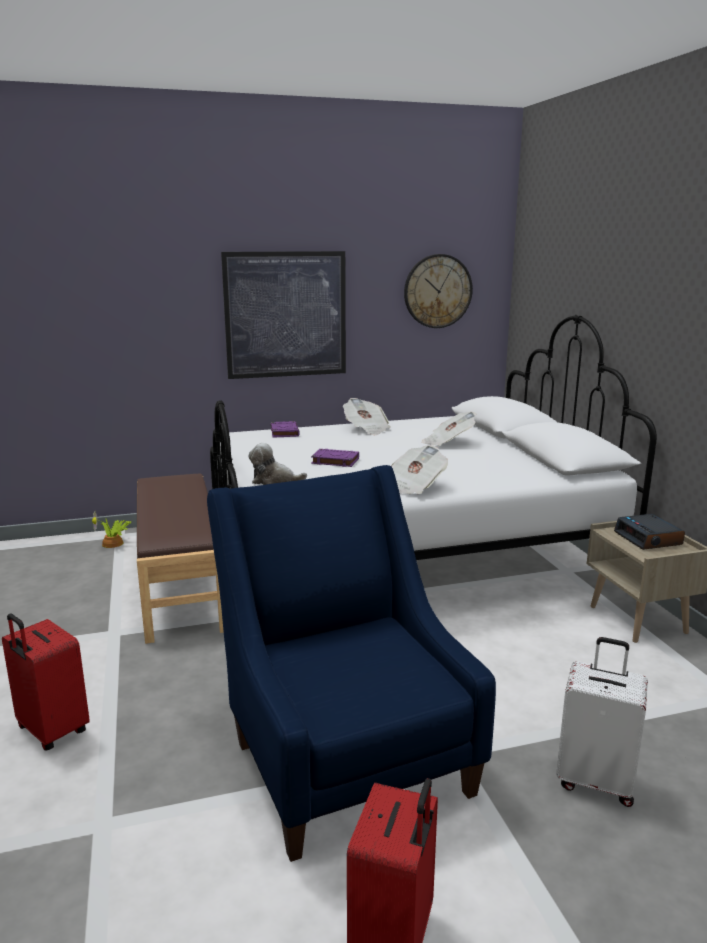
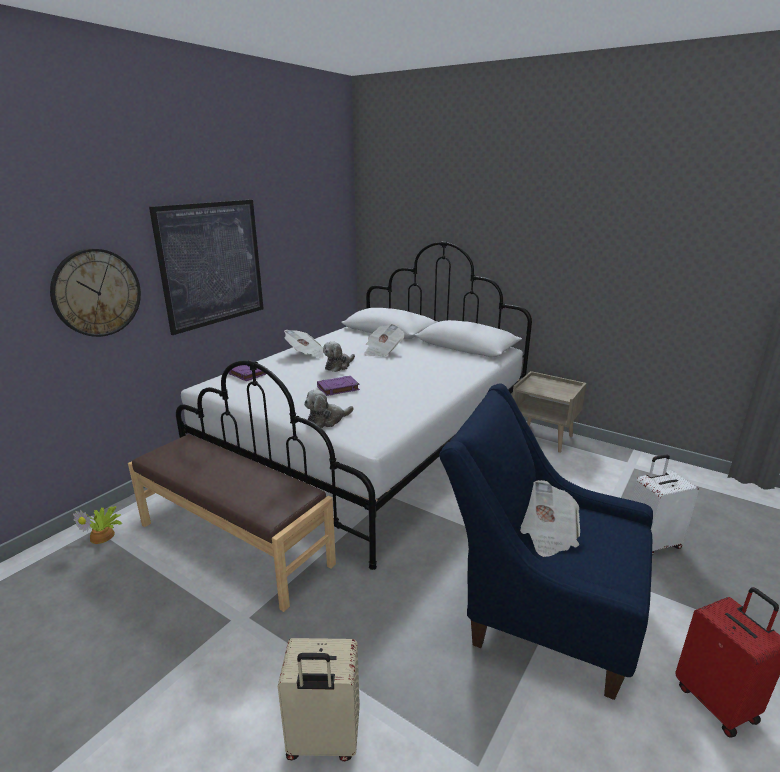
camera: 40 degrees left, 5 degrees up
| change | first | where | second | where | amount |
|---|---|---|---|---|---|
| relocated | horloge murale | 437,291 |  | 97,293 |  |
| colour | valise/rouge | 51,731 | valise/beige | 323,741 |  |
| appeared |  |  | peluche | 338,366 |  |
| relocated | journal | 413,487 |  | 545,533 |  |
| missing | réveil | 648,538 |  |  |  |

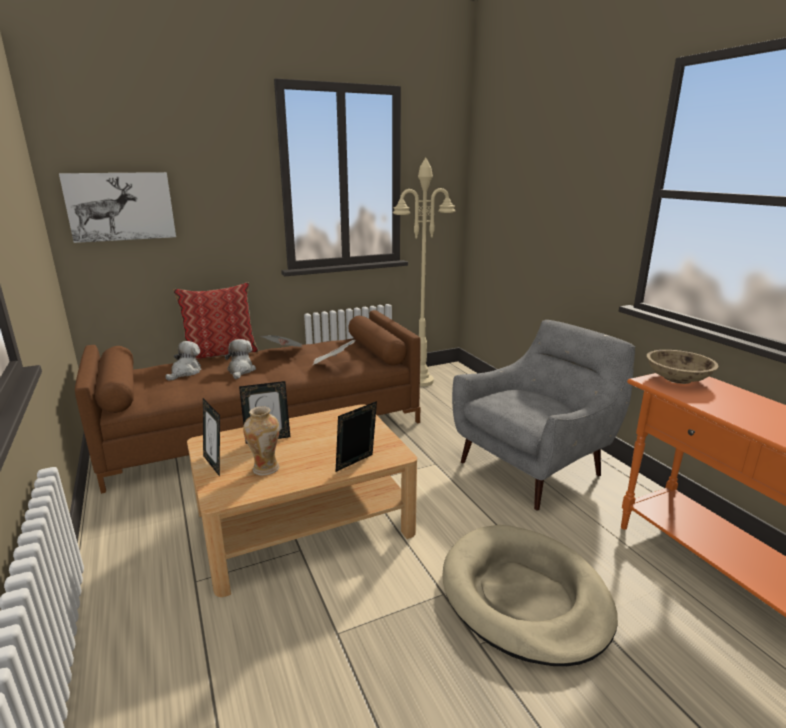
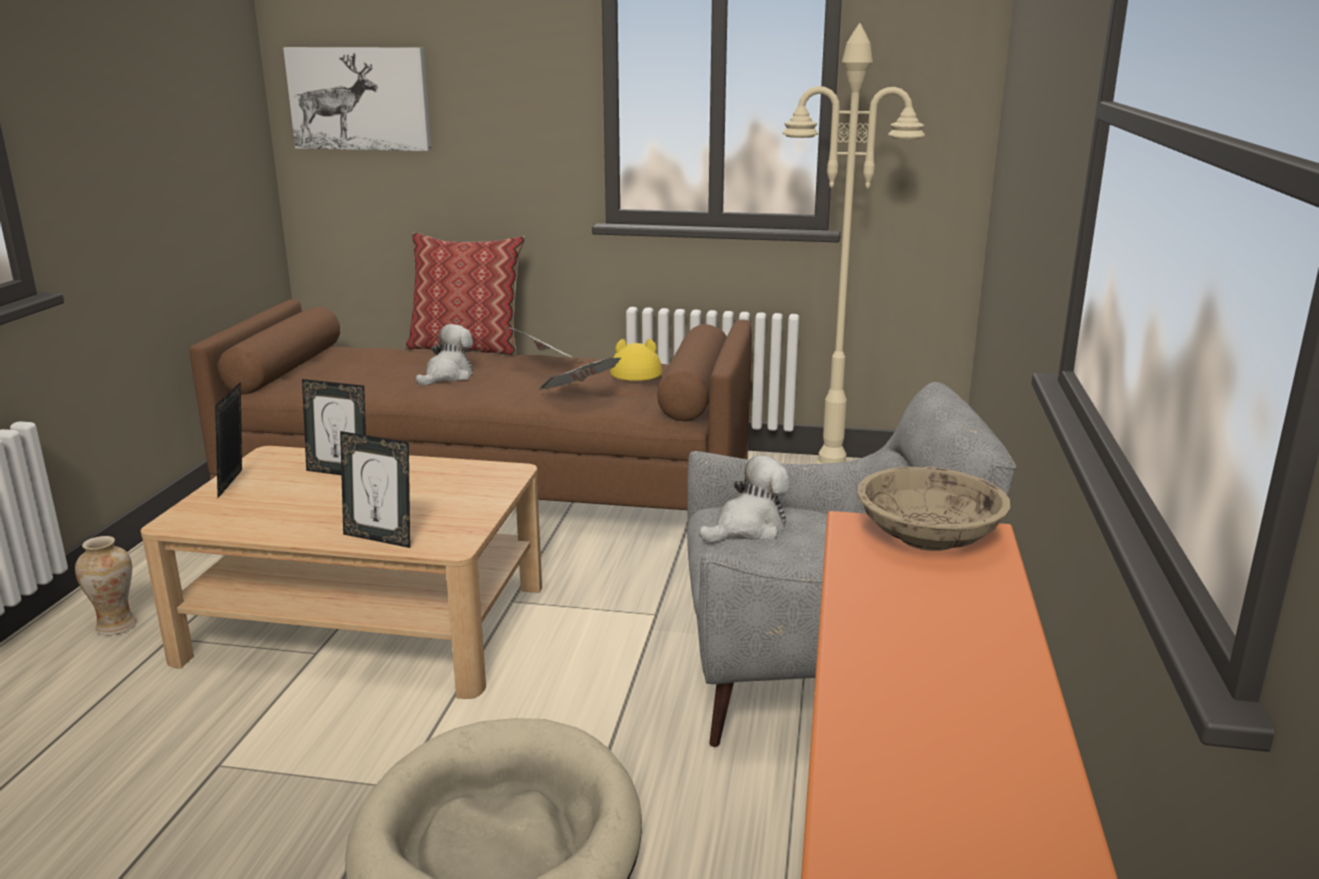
camera: 35 degrees right, 0 degrees up
| change | first | where | second | where | amount |
|---|---|---|---|---|---|
| relocated | vase | 265,468 |  | 116,626 |  |
| spun | cadre photo | 357,464 |  | 380,538 | 150 degrees counterclockwise |
| appeared |  |  | chapeau/jaune | 635,371 |  |
| relocated | peluche | 185,372 |  | 748,528 |  |

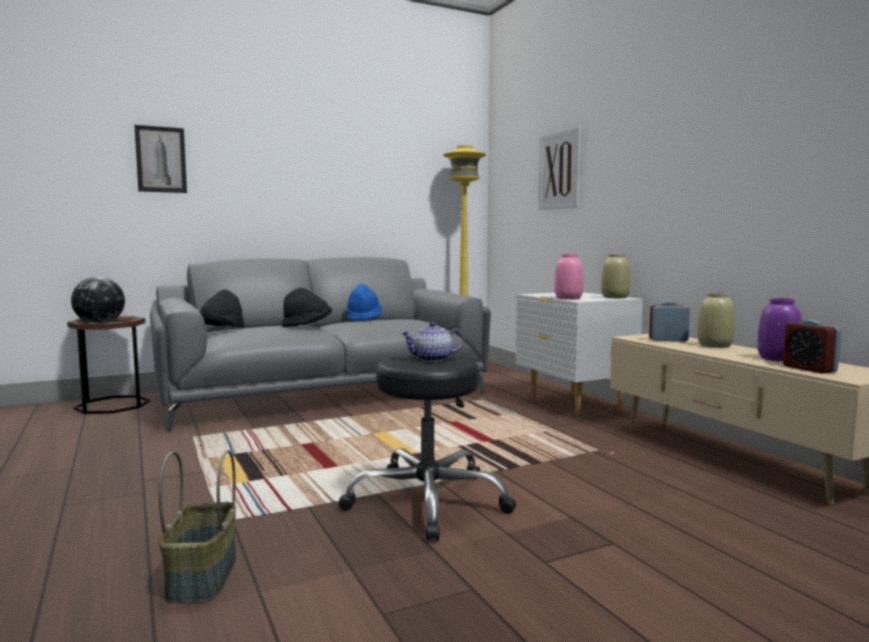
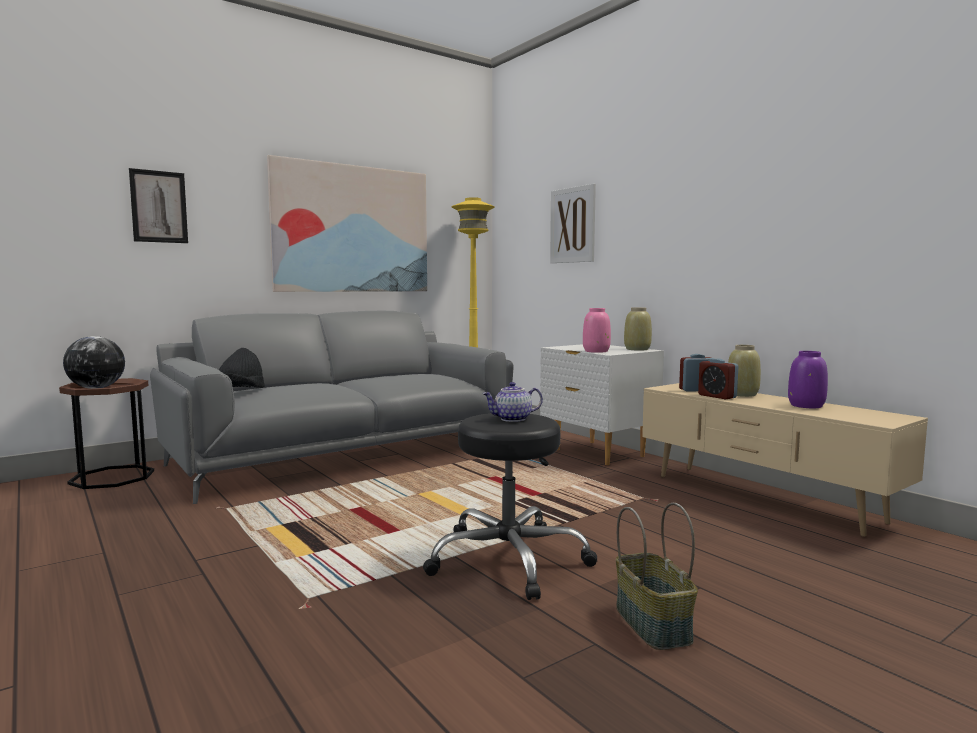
camera: 10 degrees left, 0 degrees up
| change | first | where | second | where | amount |
|---|---|---|---|---|---|
| appeared |  |  | tableau | 352,229 |  |
| relocated | panier | 203,576 |  | 654,624 |  |
| relocated | réveil | 809,369 |  | 717,396 |  |
| missing | chapeau/noir | 307,326 |  |  |  |
| missing | chapeau/bleu | 364,318 |  |  |  |

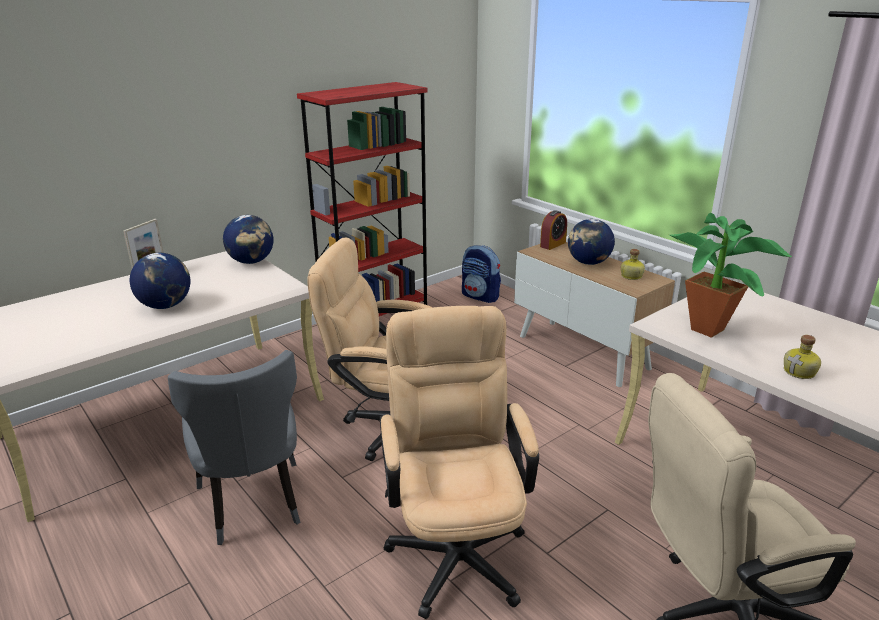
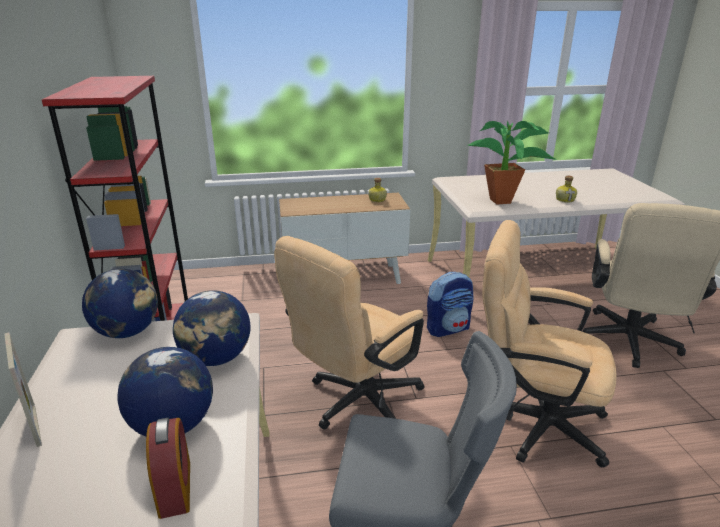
camera: 60 degrees left, 0 degrees up
| change | first | where | second | where | amount |
|---|---|---|---|---|---|
| relocated | réveil | 553,244 |  | 175,488 |  |
| relocated | globe | 588,263 |  | 216,358 |  |
| relocated | sac à dos | 480,296 |  | 448,328 |  |

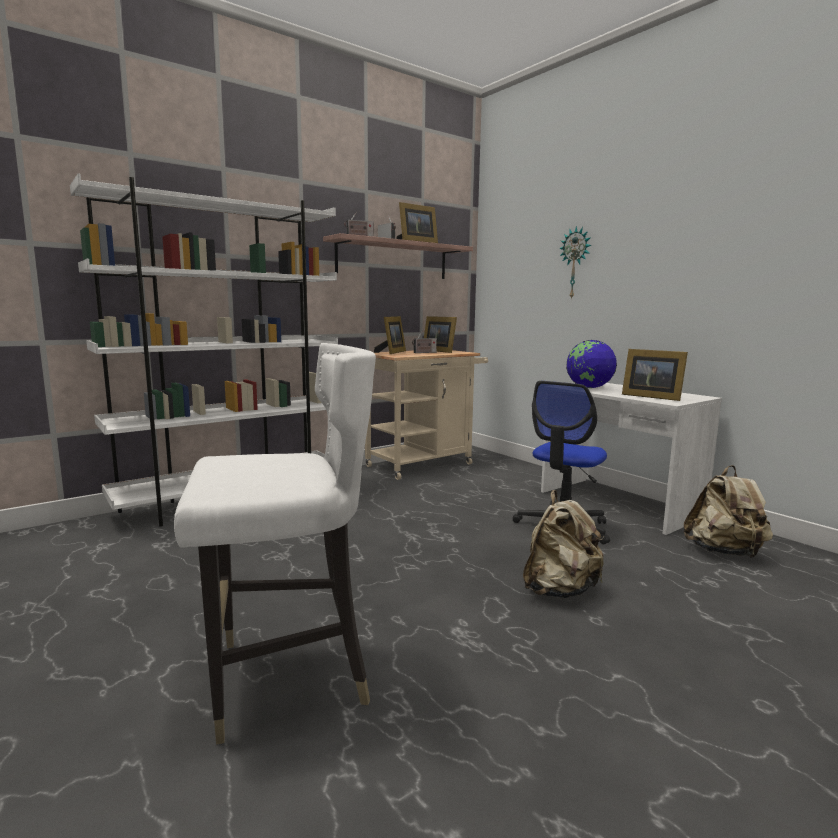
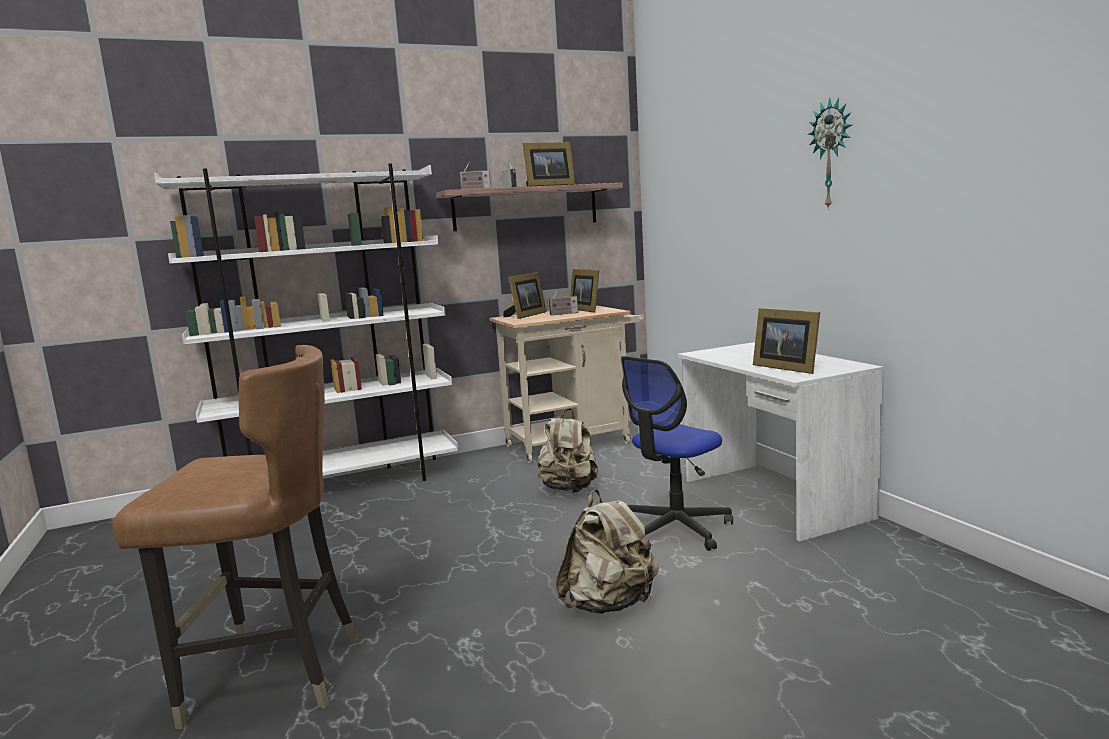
camera: 15 degrees right, 0 degrees up
| change | first | where | second | where | amount |
|---|---|---|---|---|---|
| colour | chaise/blanc | 287,679 | chaise/marron | 272,676 |  |
| relocated | sac à dos/beige | 724,552 |  | 569,489 |  |
| relocated | horloge murale | 575,263 |  | 832,154 |  |
| missing | globe | 589,388 |  |  |  |

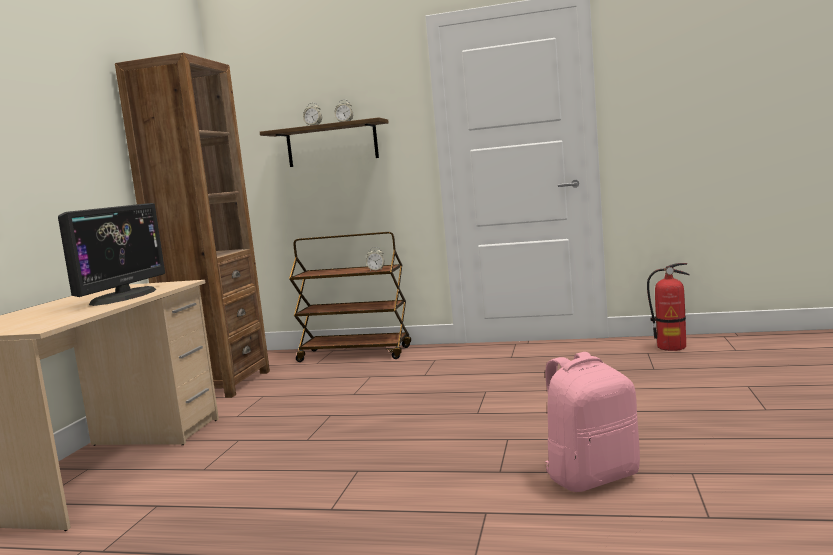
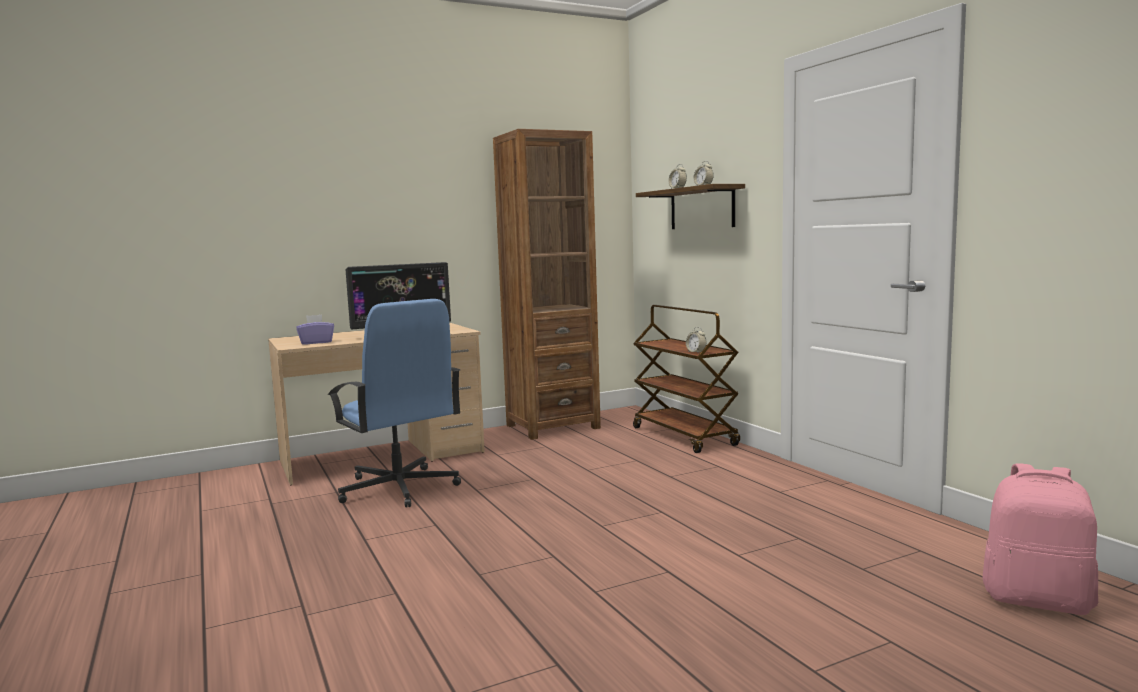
camera: 50 degrees right, 0 degrees up
| change | first | where | second | where | amount |
|---|---|---|---|---|---|
| appeared |  |  | boîte à mouchoirs/violet | 316,342 |  |
| appeared |  |  | chaise de bureau/bleu | 398,489 |  |
| relocated | sac à dos/rose | 592,477 |  | 1037,600 |  |
| missing | extincteur | 671,347 |  |  |  |

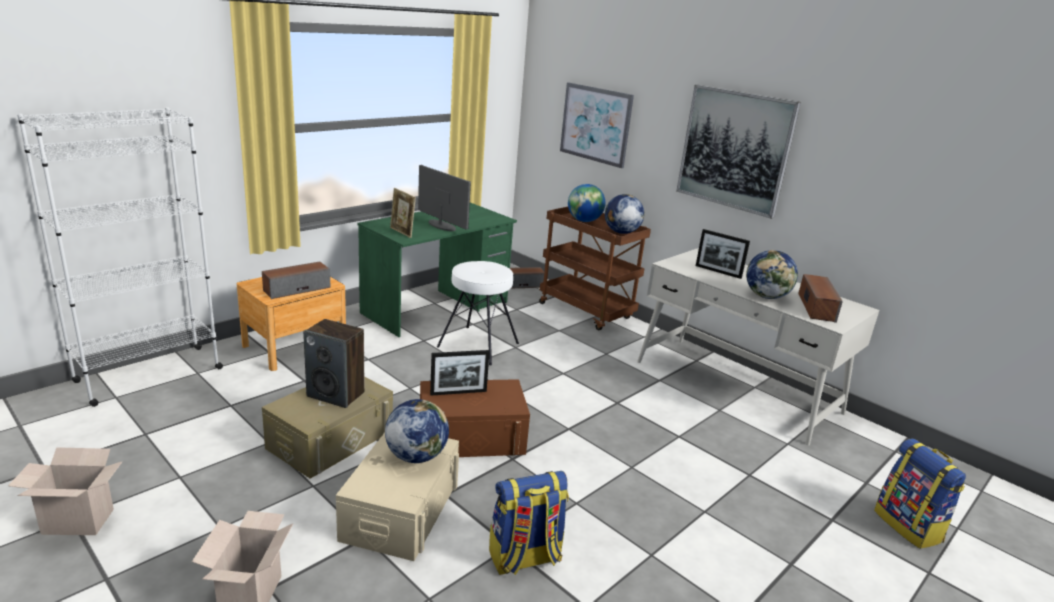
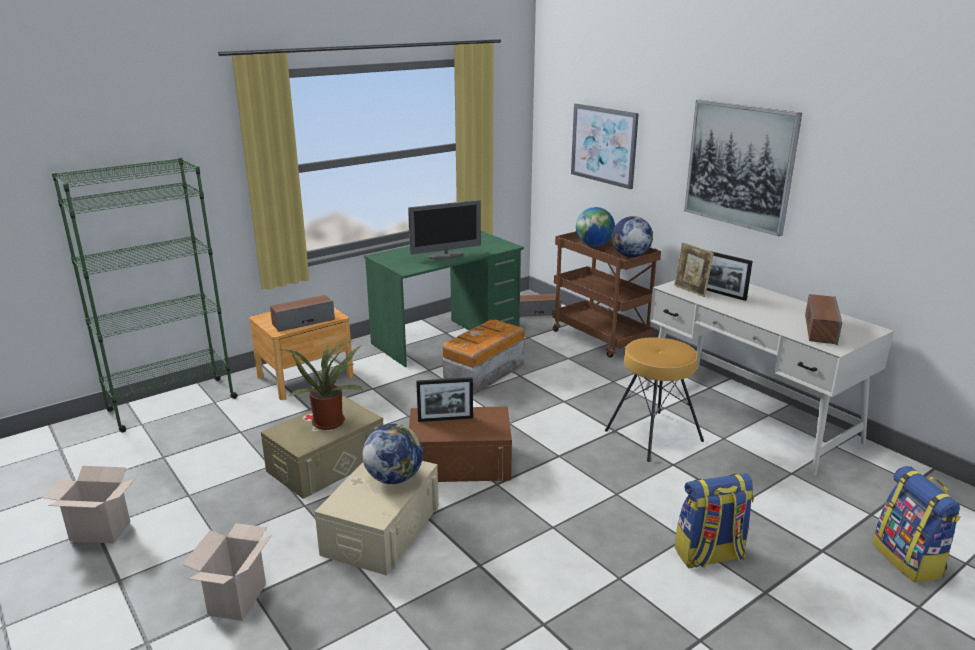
camera: 10 degrees right, 0 degrees up
| change | first | where | second | where | amount |
|---|---|---|---|---|---|
| colour | bibliothèque/blanc | 148,375 | bibliothèque/vert | 172,404 |  |
| exchanged | enceinte | 336,394 | plante en pot | 330,420 |  |
| spun | écran d'ordinateur | 441,226 |  | 446,255 | 105 degrees clockwise |
| exchanged | tabouret/blanc | 478,345 | boîte de rangement | 482,374 |  |
| appeared |  |  | tabouret/marron | 653,435 |  |
| relocated | cadre photo | 402,233 |  | 690,291 |  |
| relocated | sac à dos | 524,558 |  | 709,556 |  |
| missing | globe | 766,296 |  |  |  |

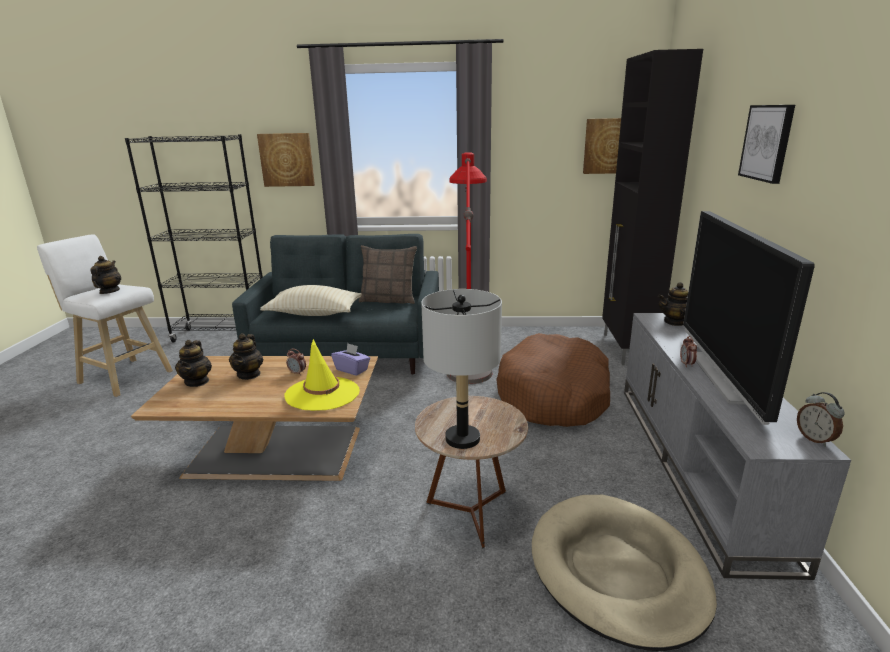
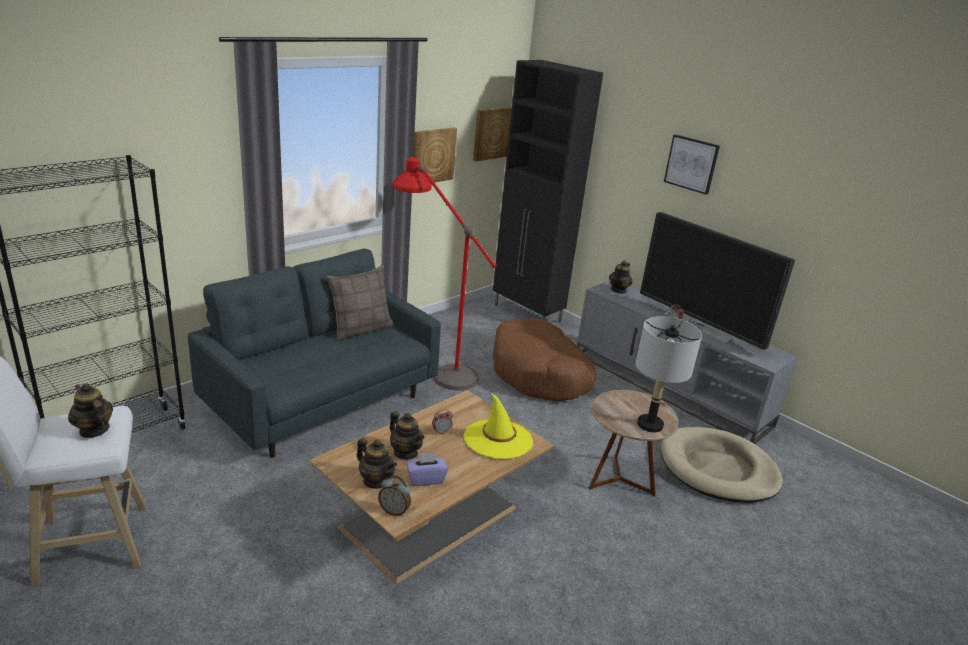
camera: 50 degrees left, 5 degrees up
| change | first | where | second | where | amount |
|---|---|---|---|---|---|
| relocated | réveil | 815,439 |  | 394,511 |  |
| relocated | boîte à mouchoirs/violet | 352,369 |  | 425,479 |  |
| relocated | tableau | 287,160 |  | 432,155 |  |
| missing | coussin/beige | 314,314 |  |  |  |

